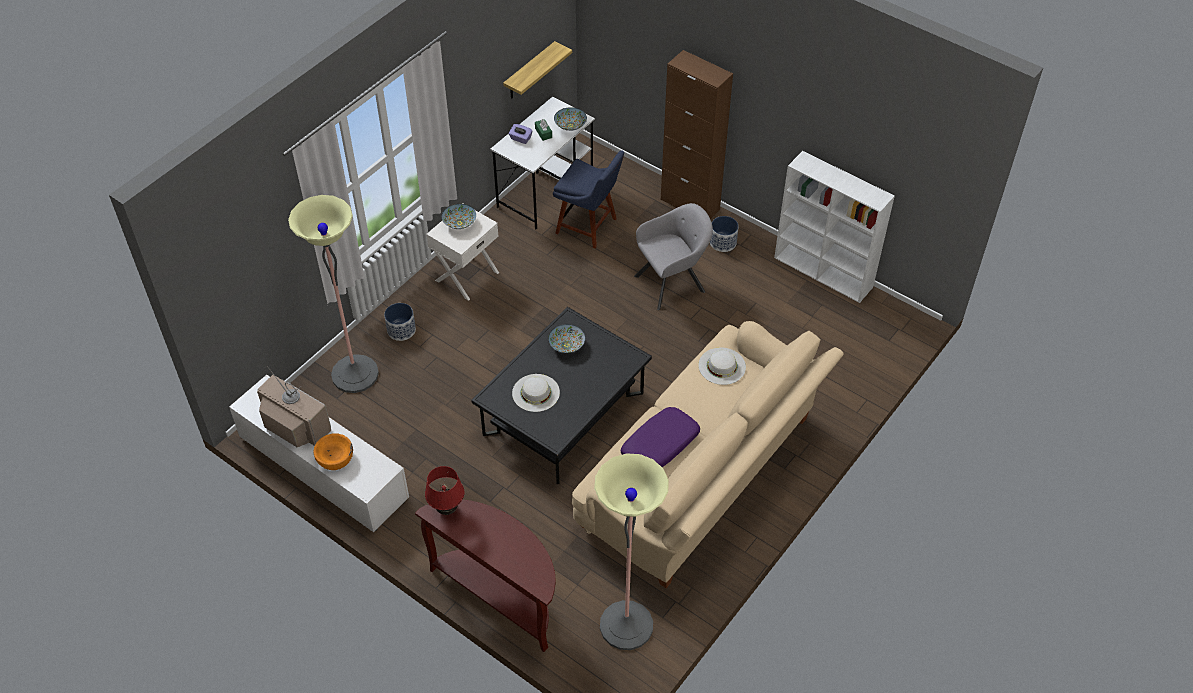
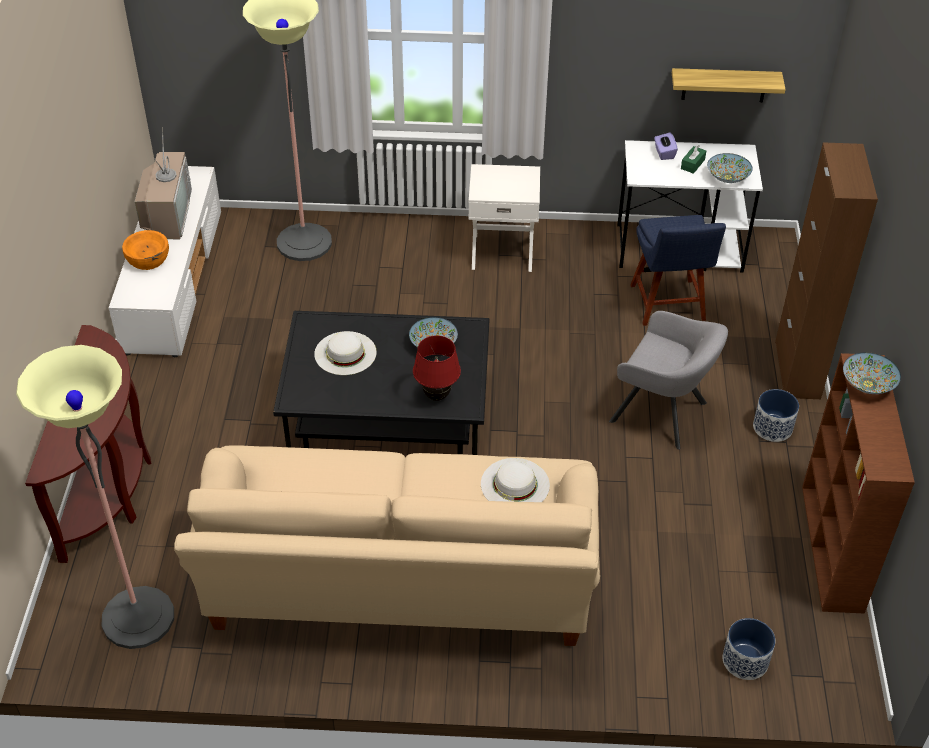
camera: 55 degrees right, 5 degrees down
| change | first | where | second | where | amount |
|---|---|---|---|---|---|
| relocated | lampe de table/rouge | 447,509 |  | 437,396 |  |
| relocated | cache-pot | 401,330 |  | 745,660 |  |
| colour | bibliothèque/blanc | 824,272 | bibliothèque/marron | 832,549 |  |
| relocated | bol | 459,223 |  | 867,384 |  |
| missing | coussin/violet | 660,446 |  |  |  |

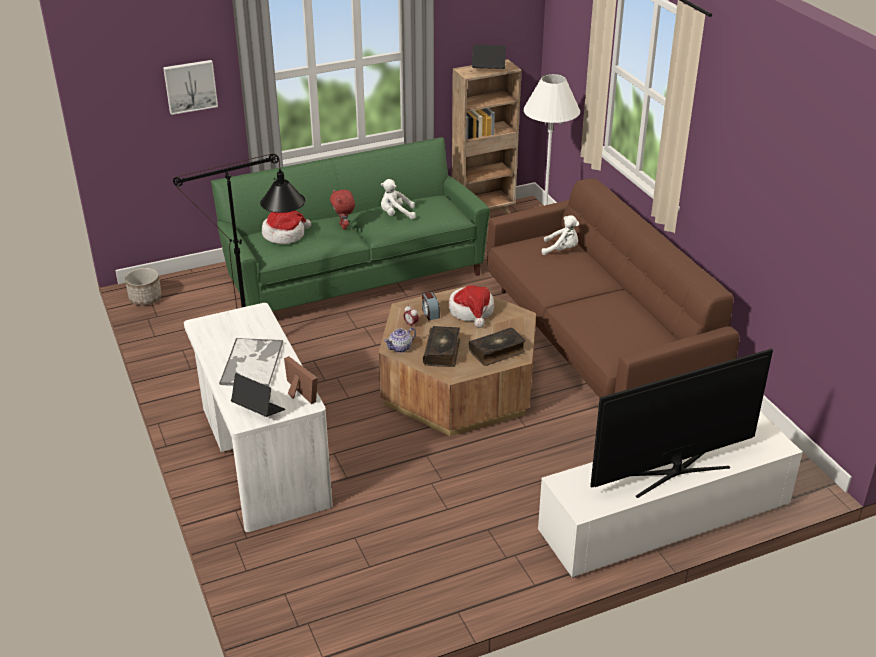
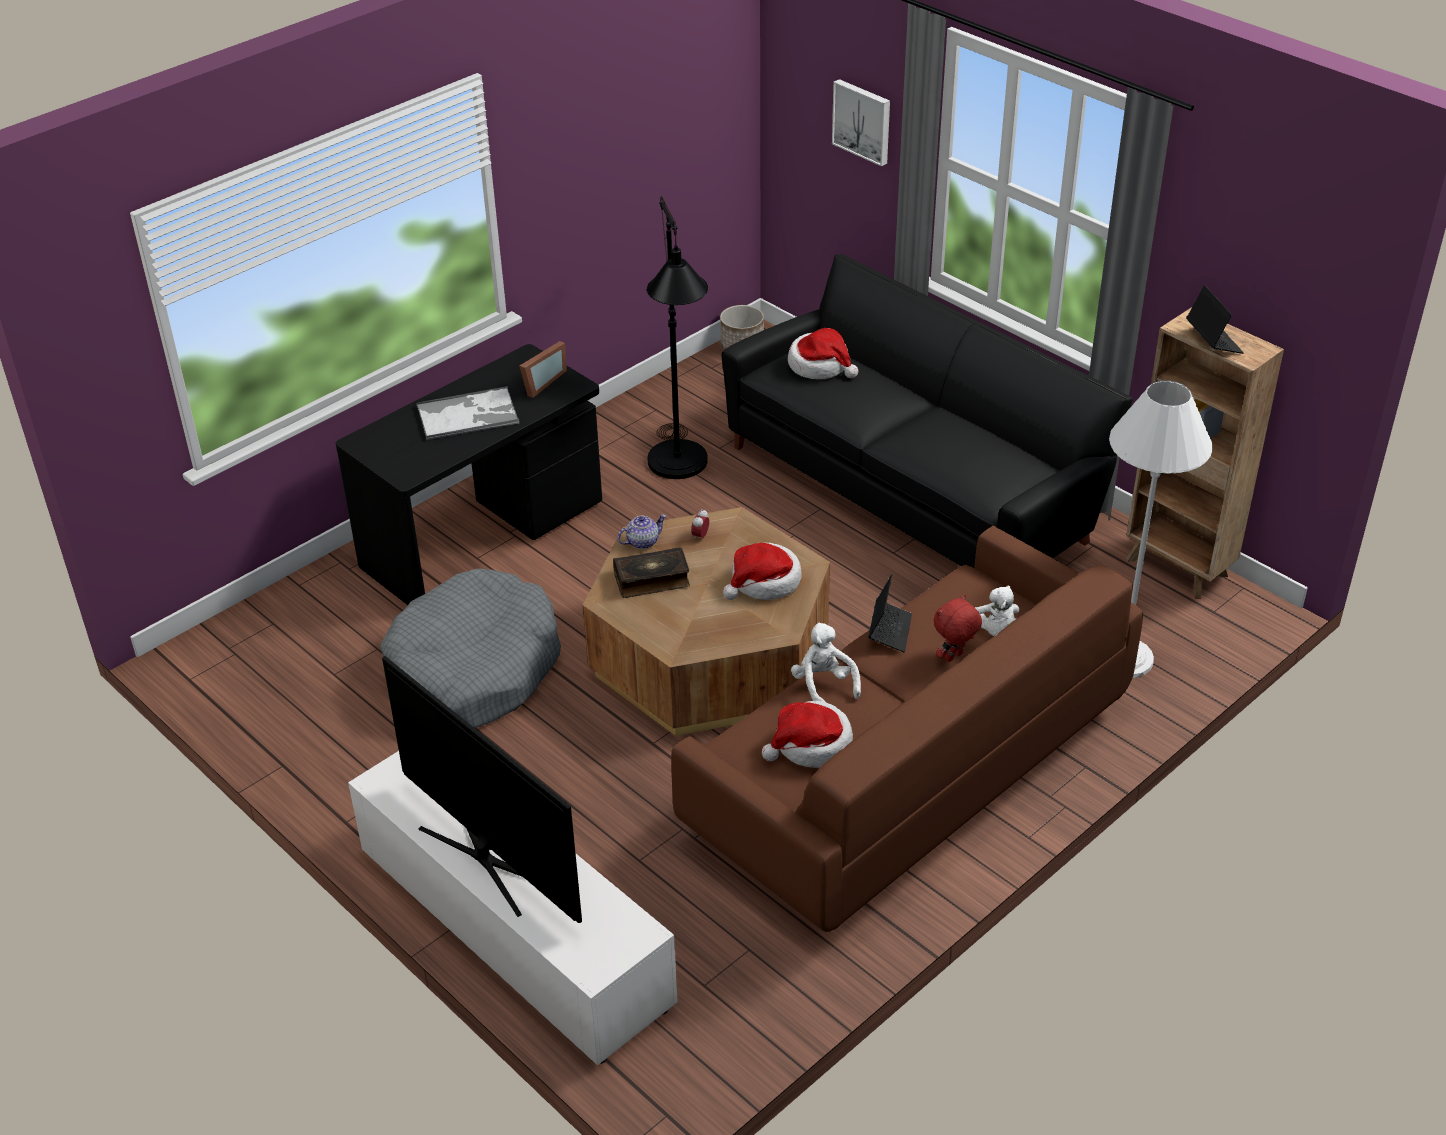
camera: 70 degrees right, 5 degrees up
| change | first | where | second | where | amount |
|---|---|---|---|---|---|
| colour | bureau/blanc | 261,458 | bureau/noir | 484,535 |  |
| appeared |  |  | panier pour chien/gris | 473,670 |  |
| relocated | cadre photo | 298,394 |  | 540,383 |  |
| spun | théière | 400,348 |  | 642,542 | 120 degrees clockwise |
| colour | canapé/vert | 353,275 | canapé/noir | 913,489 |  |
| appeared |  |  | chapeau | 811,745 |  |
| relocated | peluche/blanc | 396,214 |  | 823,685 |  |
| relocated | ordinateur portable | 258,409 |  | 889,630 |  |
| relocated | peluche/rouge | 344,226 |  | 954,657 |  |
| missing | réveil | 430,313 |  |  |  |
| missing | livre | 497,352 |  |  |  |

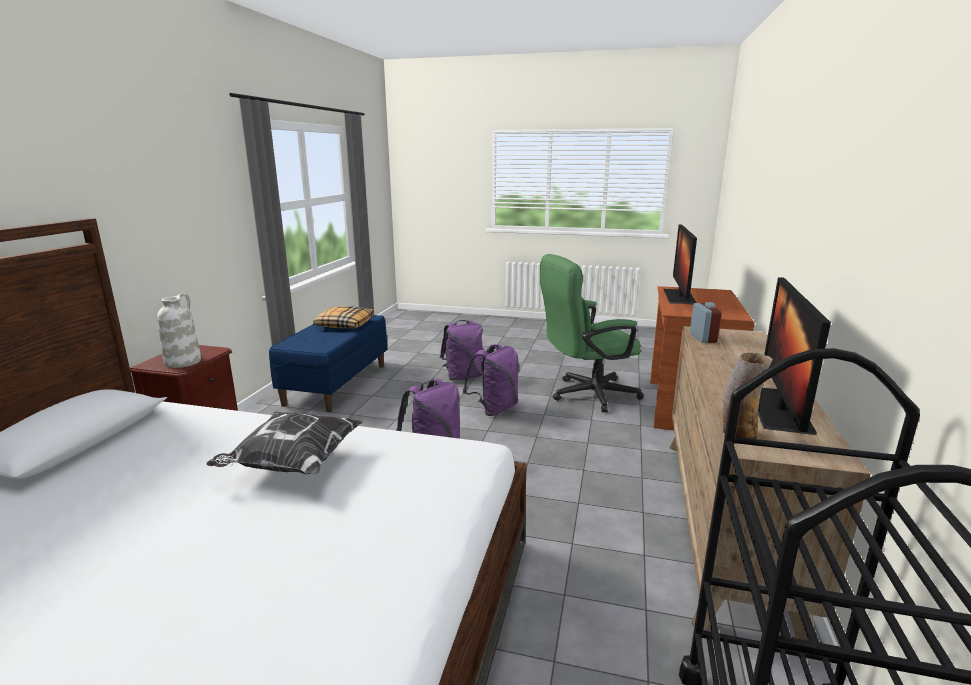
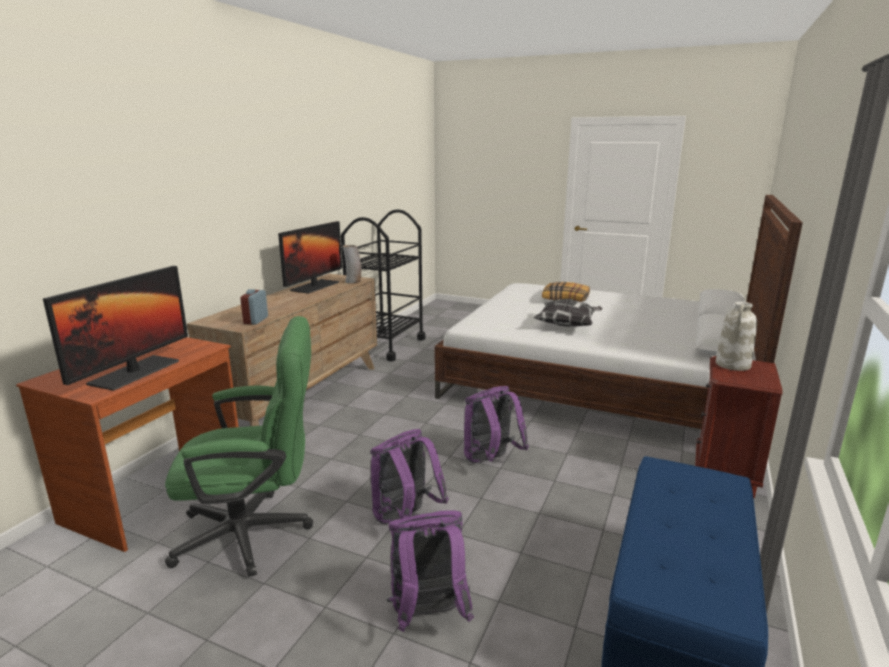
camera: 170 degrees left, 0 degrees up
| change | first | where | second | where | amount |
|---|---|---|---|---|---|
| relocated | coussin | 344,324 |  | 566,299 |  |

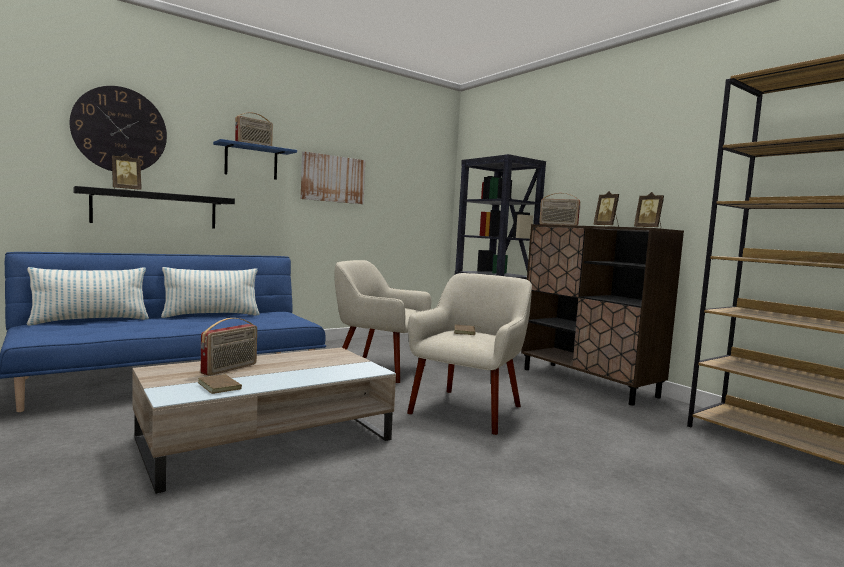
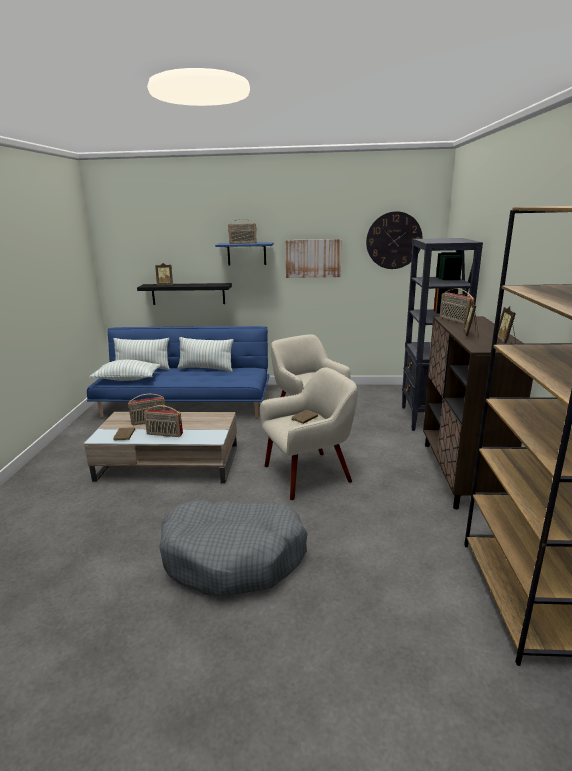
camera: 40 degrees right, 15 degrees up
| change | first | where | second | where | amount |
|---|---|---|---|---|---|
| appeared |  |  | coussin | 127,379 |  |
| appeared |  |  | radio | 164,434 |  |
| appeared |  |  | panier pour chien/gris | 234,556 |  |
| relocated | horloge murale | 120,130 |  | 394,240 |  |

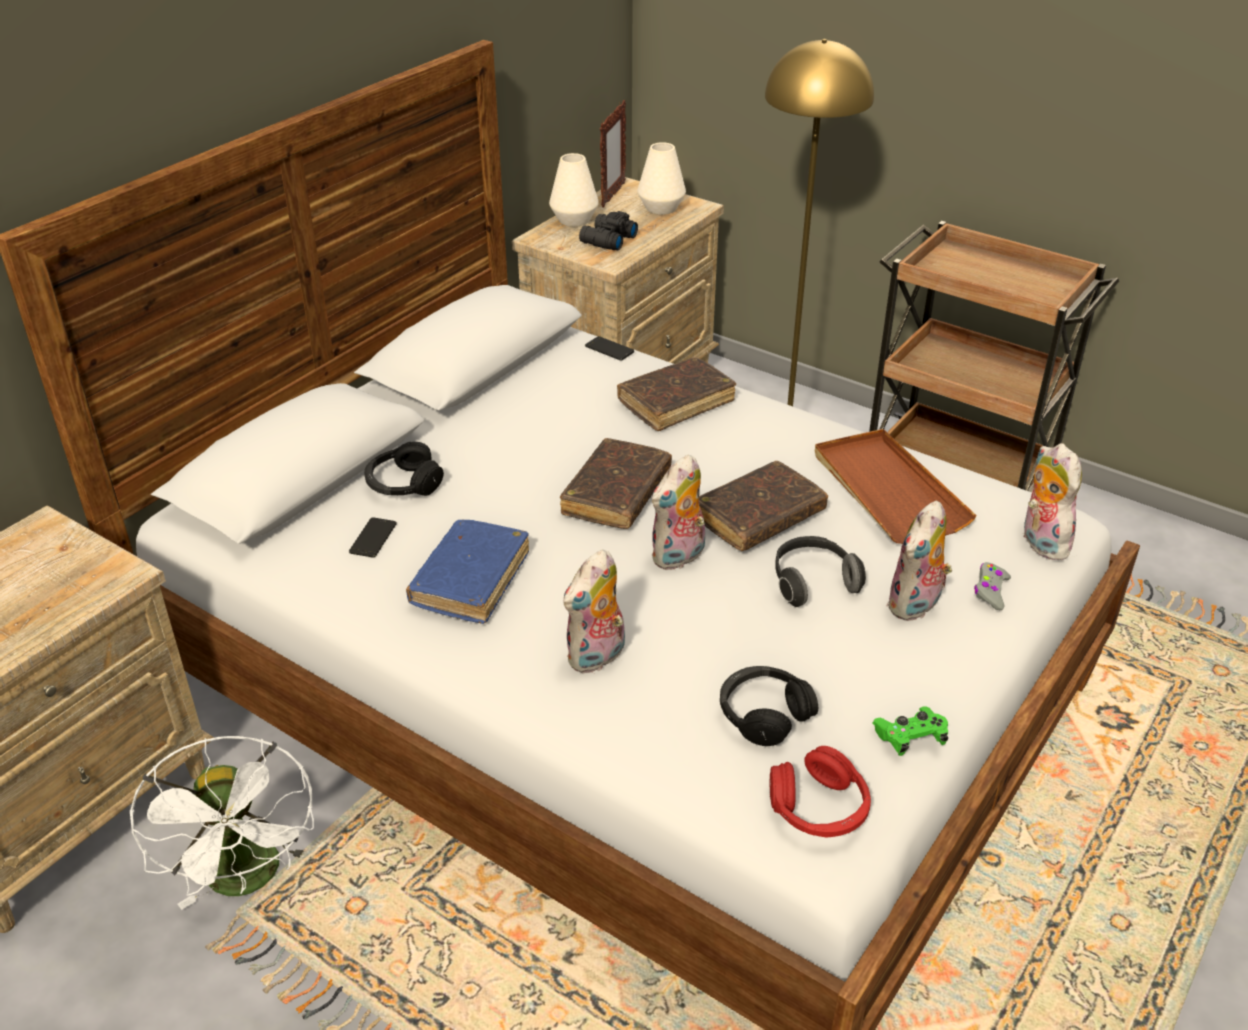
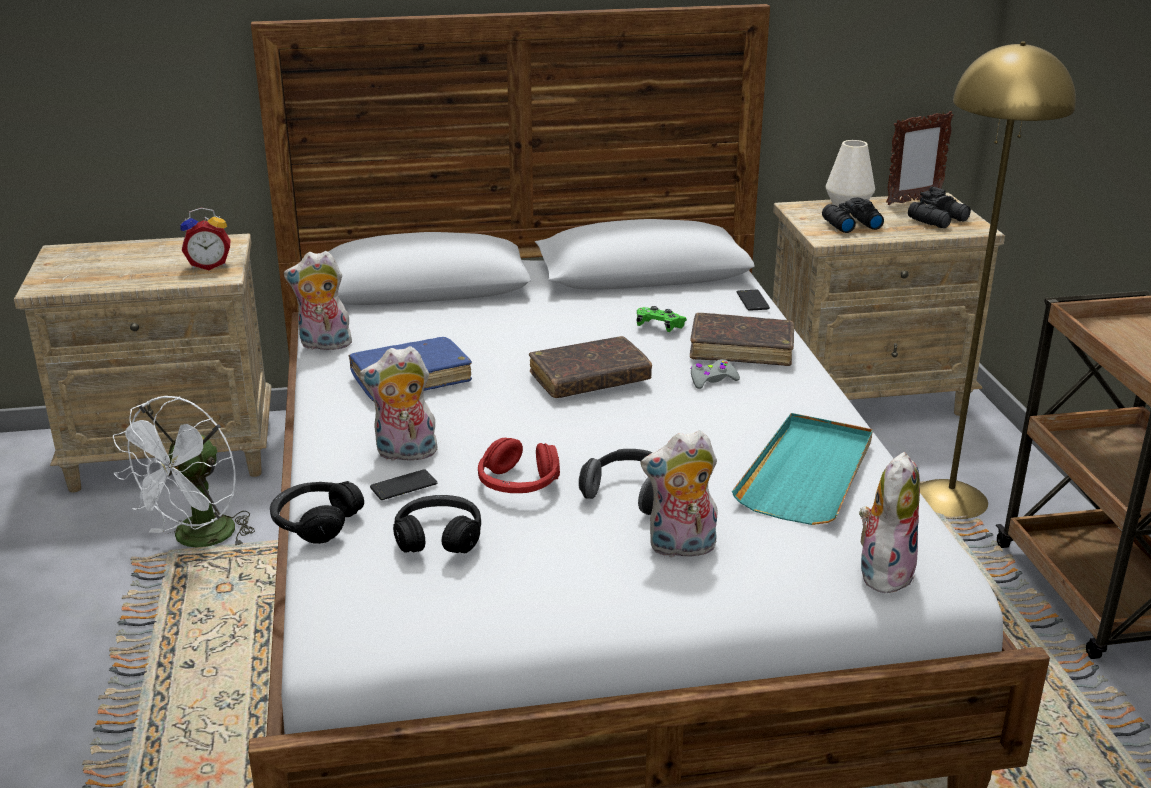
camera: 45 degrees right, 10 degrees down
| change | first | where | second | where | amount |
|---|---|---|---|---|---|
| appeared |  |  | réveil | 209,265 |  |
| relocated | casque audio/noir | 403,484 |  | 316,522 |  |
| relocated | peluche | 679,557 |  | 323,345 |  |
| relocated | téléphone | 373,538 |  | 403,486 |  |
| relocated | casque audio/rouge | 819,808 |  | 518,483 |  |
| relocated | manette/vert | 910,738 |  | 659,327 |  |
| relocated | manette/gris | 990,591 |  | 712,380 |  |
| colour | plateau/marron | 887,491 | plateau/turquoise | 807,473 |  |
| exchanged | vase/blanc | 661,208 | jumelles/noir | 939,220 |  |
| missing | livre/marron | 759,517 |  |  |  |

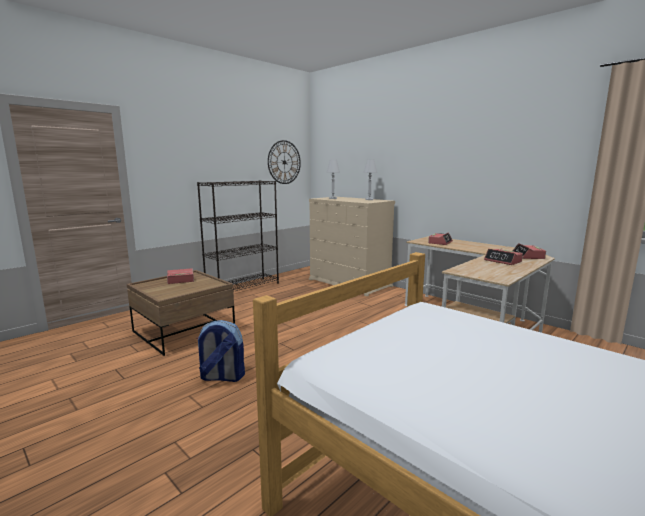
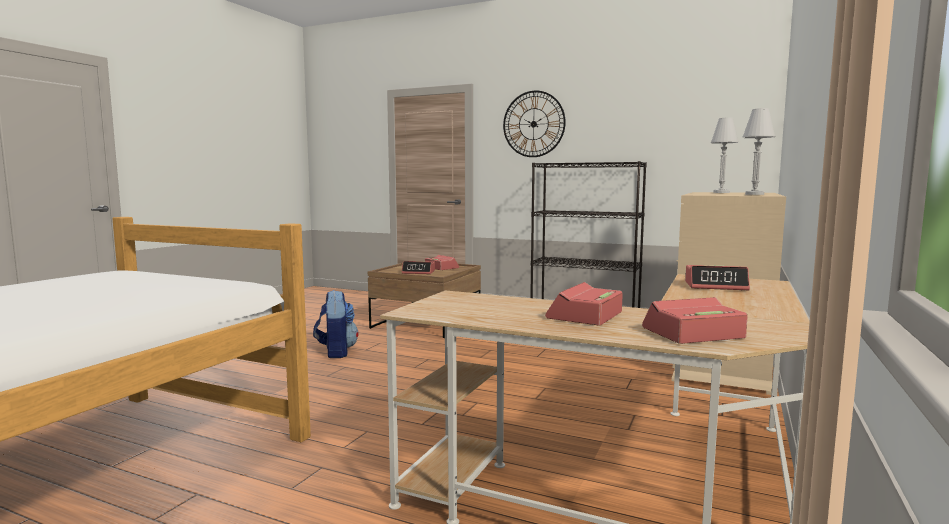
camera: 70 degrees right, 5 degrees down
| change | first | where | second | where | amount |
|---|---|---|---|---|---|
| appeared |  |  | réveil | 418,272 |  |
| relocated | horloge murale | 284,162 |  | 533,124 |  |

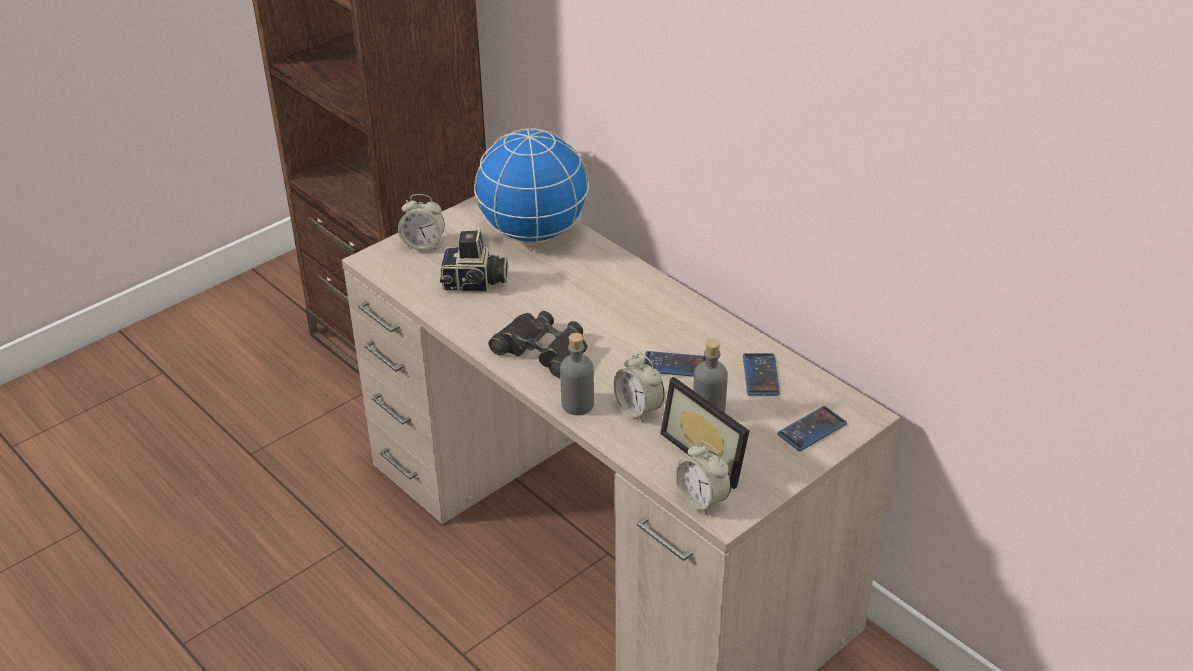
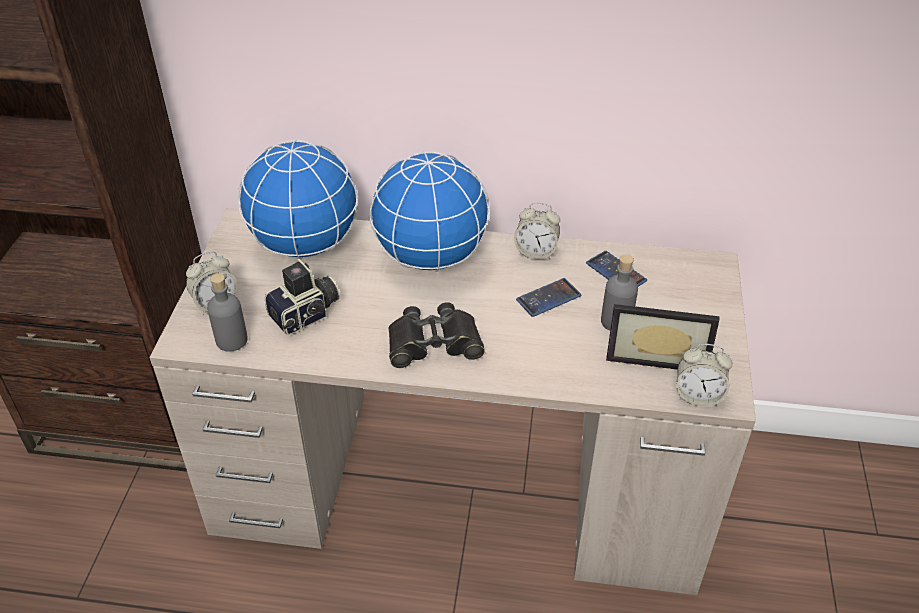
camera: 40 degrees left, 5 degrees up
| change | first | where | second | where | amount |
|---|---|---|---|---|---|
| relocated | bouteille/gris | 577,404 |  | 231,340 |  |
| appeared |  |  | globe | 431,257 |  |
| relocated | réveil | 638,409 |  | 536,252 |  |
| missing | téléphone | 812,429 |  |  |  |

